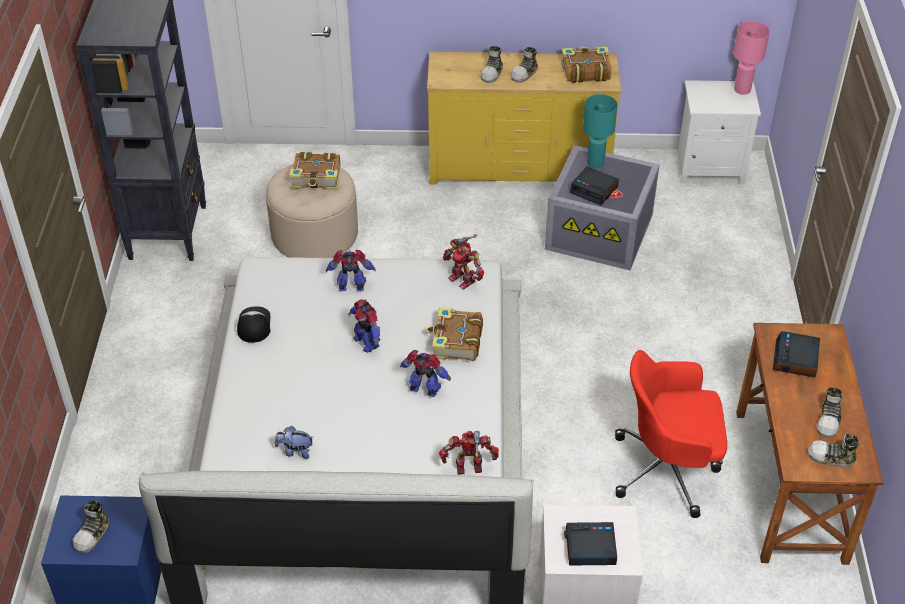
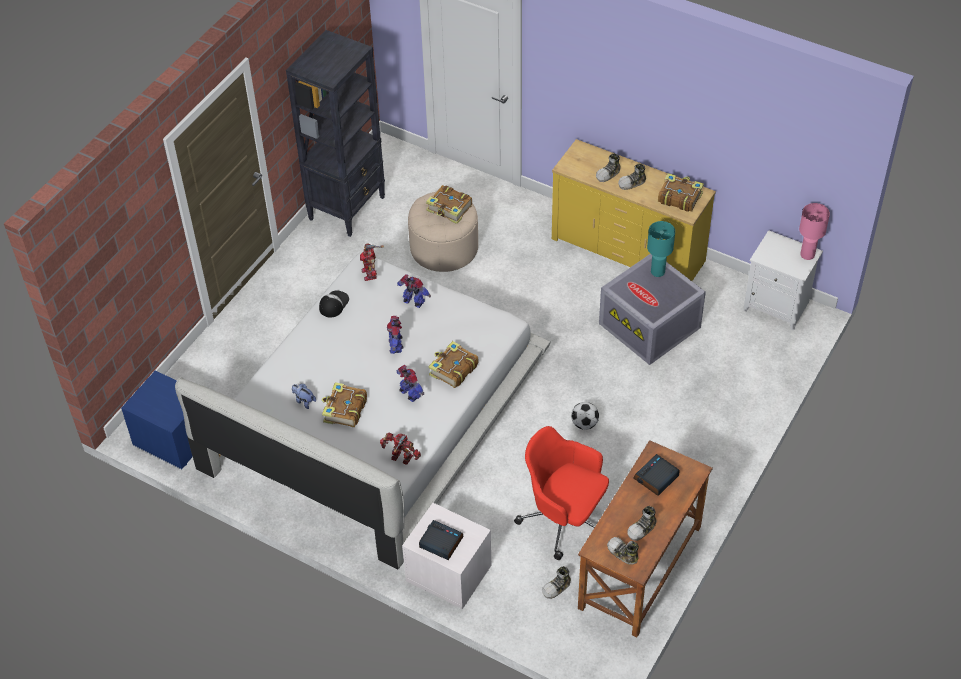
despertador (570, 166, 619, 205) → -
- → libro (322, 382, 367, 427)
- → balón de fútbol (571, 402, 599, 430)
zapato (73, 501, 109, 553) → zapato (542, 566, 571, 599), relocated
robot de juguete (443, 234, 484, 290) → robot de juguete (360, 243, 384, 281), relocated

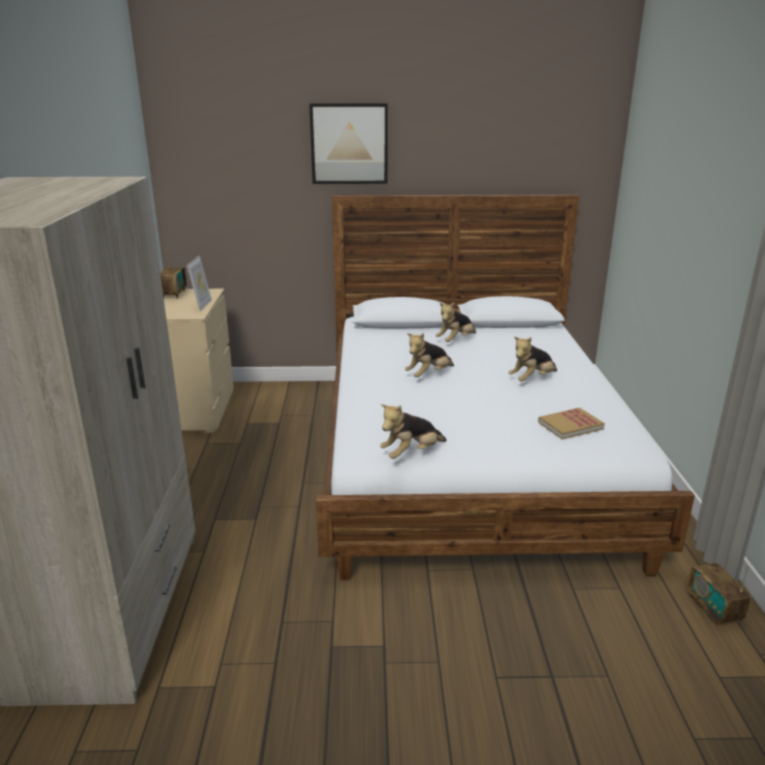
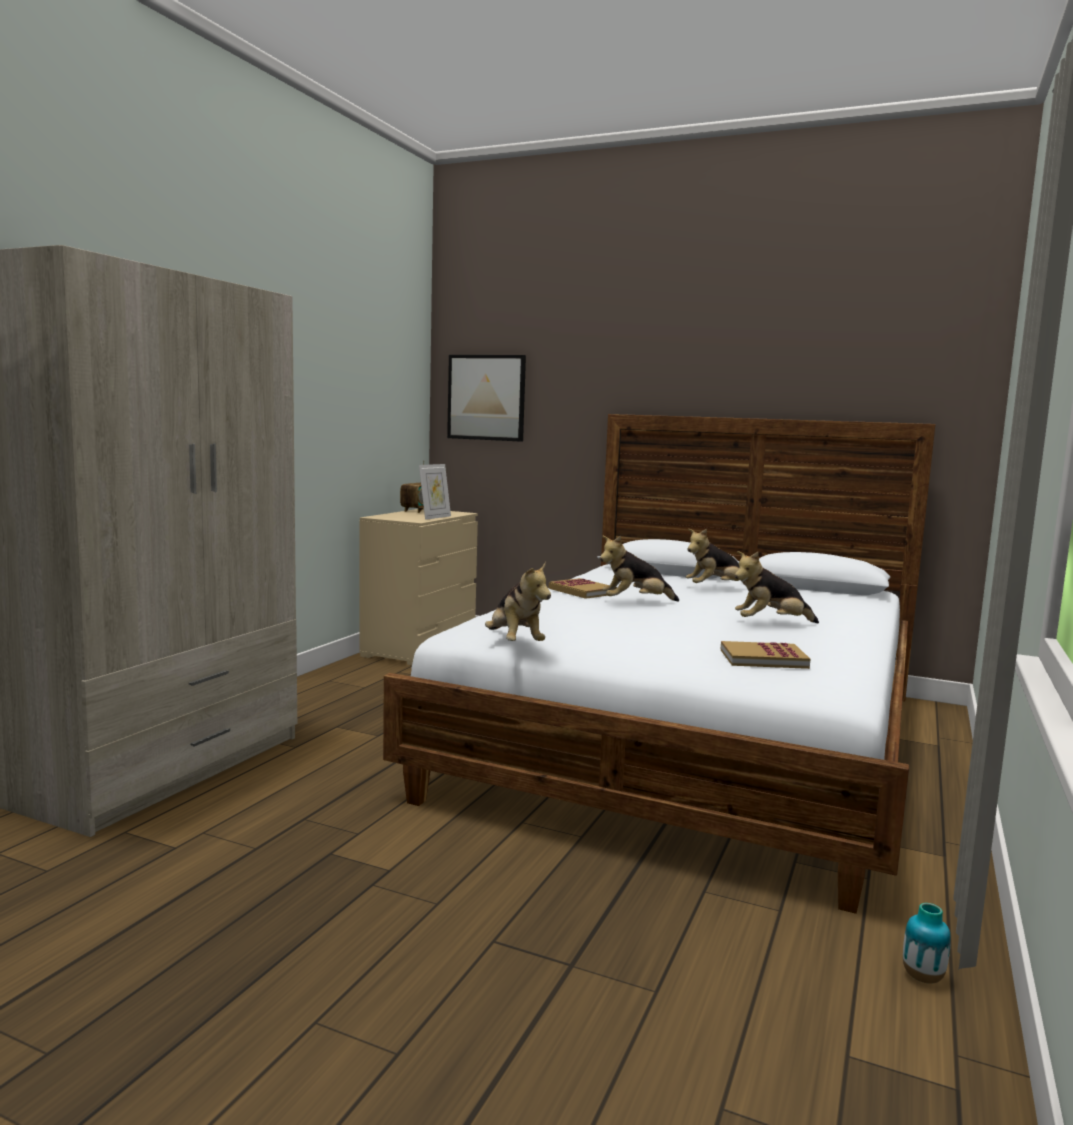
- → libro (549, 578, 617, 599)
cuadro (309, 103, 388, 184) → cuadro (447, 355, 526, 442), relocated
radio (687, 563, 751, 626) → florero (903, 903, 951, 984)
peluche (380, 404, 446, 459) → peluche (485, 562, 551, 641), 105 degrees counterclockwise

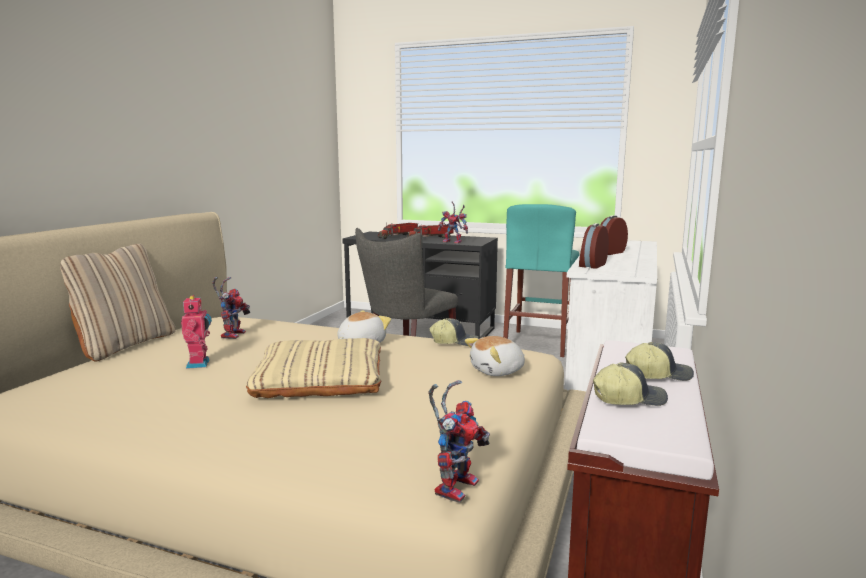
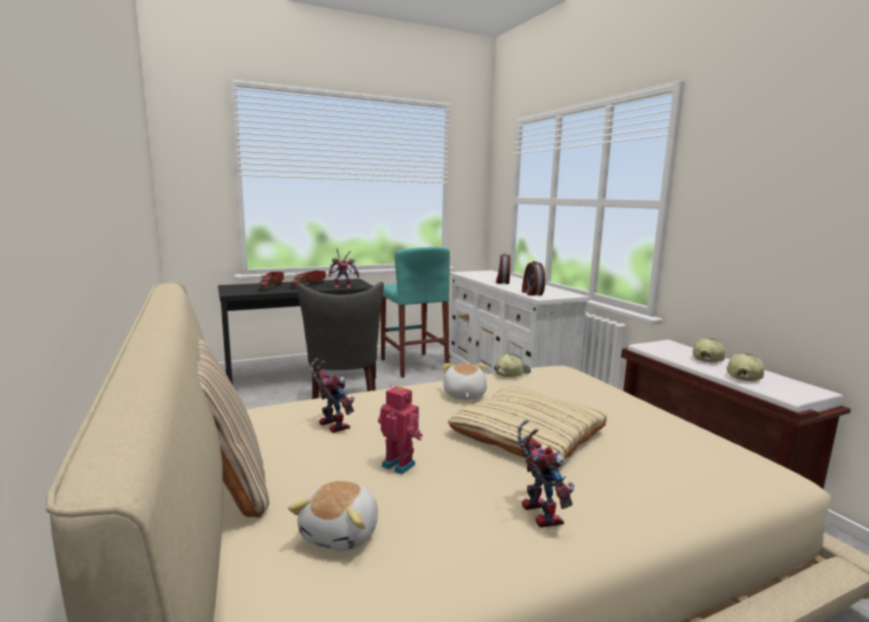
robot de juguete (428, 380, 490, 503) → robot de juguete (518, 420, 575, 528), relocated
peluche (465, 336, 525, 376) → peluche (288, 481, 378, 551), relocated

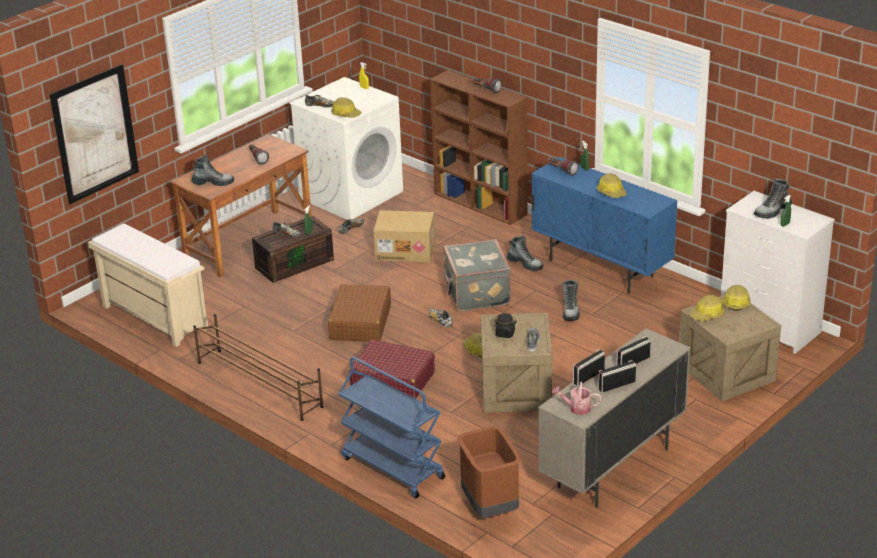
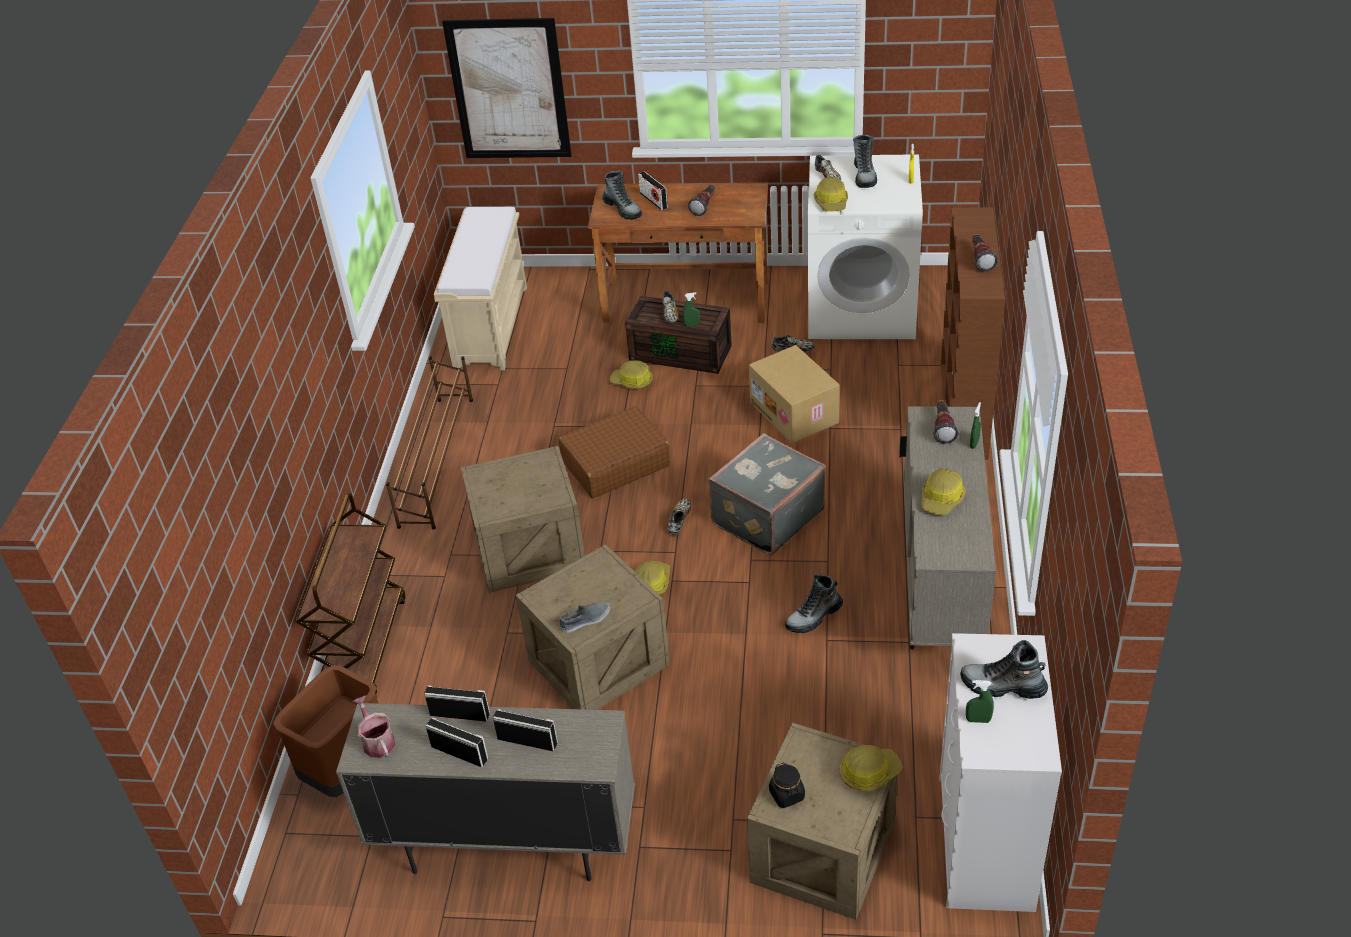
- → radio (638, 171, 668, 210)
tarro (negro) (494, 313, 517, 338) → tarro (negro) (769, 762, 805, 808), relocated
bota (507, 235, 544, 271) → bota (853, 135, 877, 188), relocated
casco (690, 294, 724, 321) → casco (610, 360, 653, 389), relocated
maleta (rojo) (349, 340, 435, 399) → caja de embalaje (461, 446, 585, 593)
carrito (azul) (338, 357, 445, 498) → carrito (marrón) (296, 493, 405, 696)
armario (azul) (531, 157, 677, 294) → armario (beis) (899, 406, 996, 650)

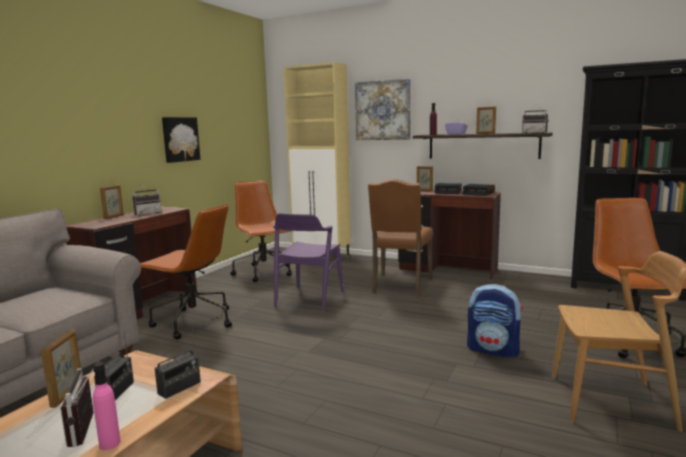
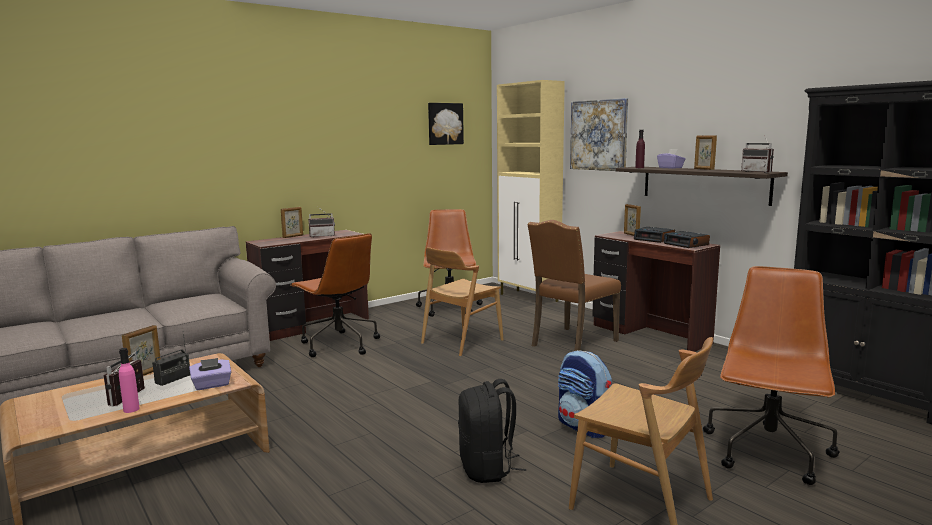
- → mochila (negro) (458, 379, 526, 483)
cuadro (162, 117, 200, 163) → cuadro (428, 103, 464, 145), relocated
radio (155, 328, 201, 399) → caja de pañuelos (morado) (189, 358, 231, 390)
silla (morado) (273, 213, 344, 312) → silla (marrón) (421, 247, 504, 356)

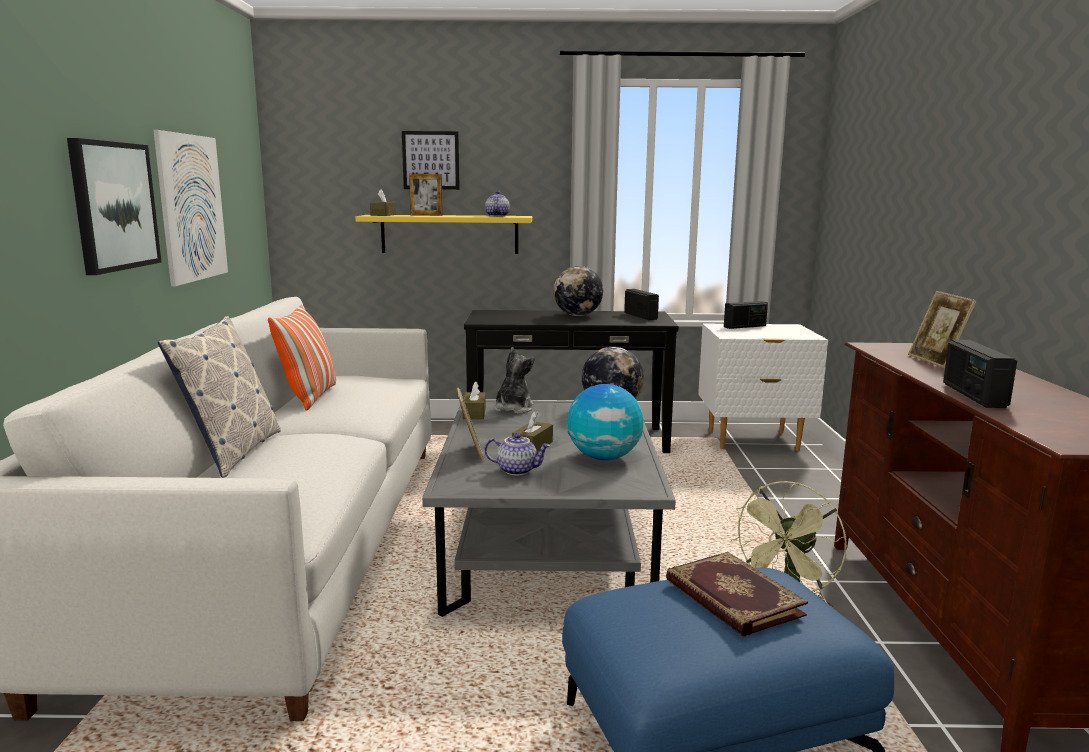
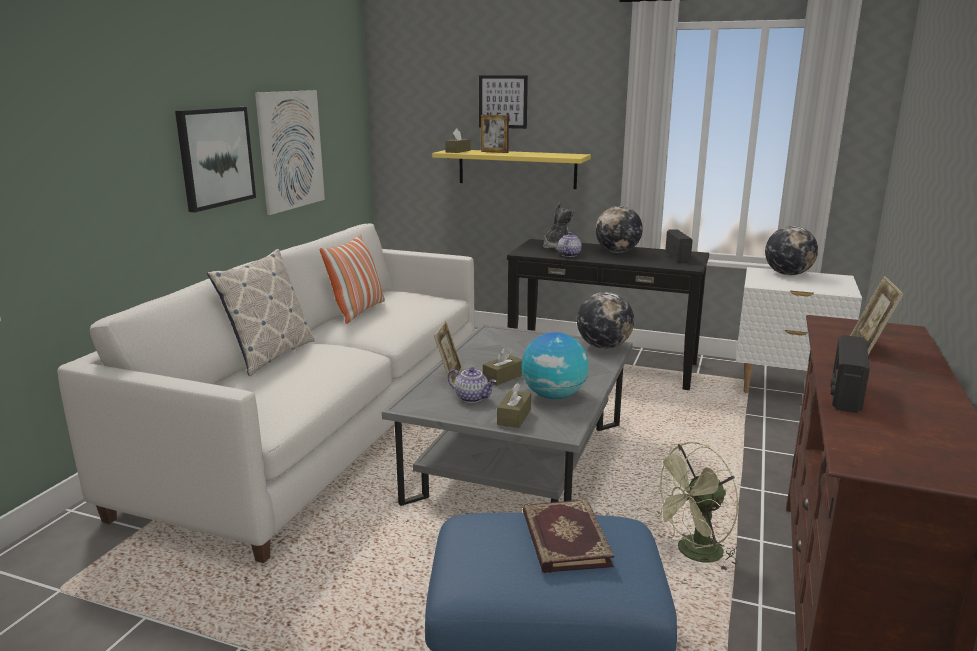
caja de pañuelos (marrón) (463, 381, 486, 419) → caja de pañuelos (marrón) (497, 383, 531, 428), relocated
tetera (485, 191, 510, 216) → tetera (558, 232, 582, 257), relocated
peluche (494, 347, 535, 414) → peluche (543, 202, 574, 250), relocated
radio (724, 301, 768, 329) → globo terráqueo (765, 226, 818, 275)

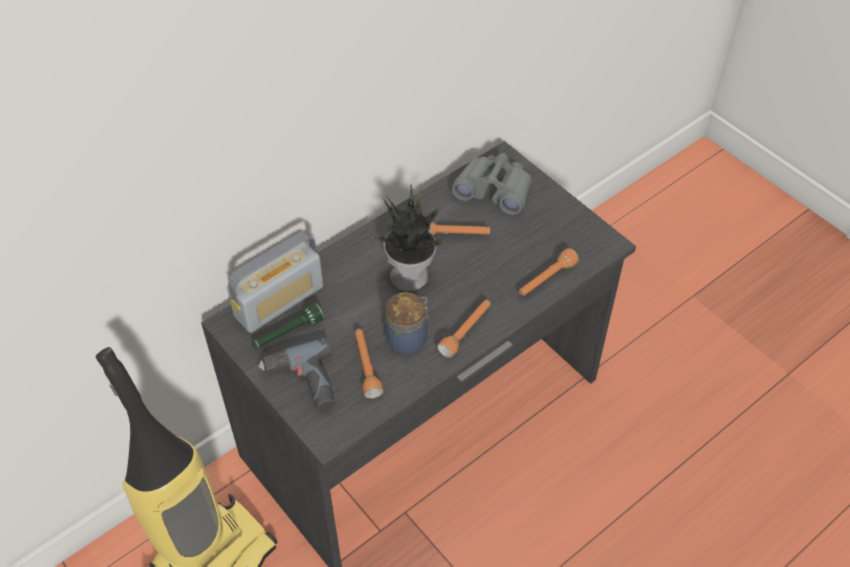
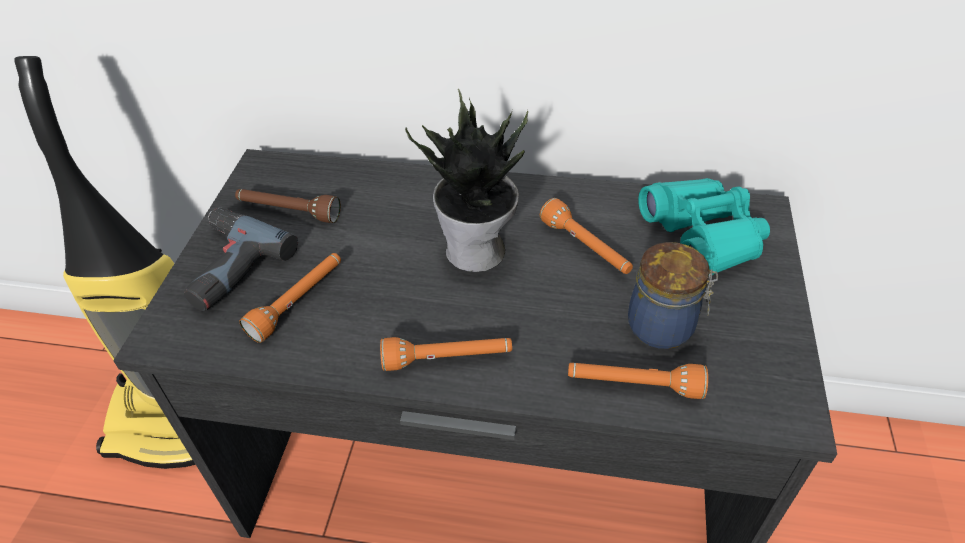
radio (227, 232, 323, 333) → -
tarro (385, 292, 429, 355) → tarro (628, 242, 718, 349), relocated
linterna (verde) (252, 303, 324, 349) → linterna (marrón) (235, 189, 341, 223)
prismáticos (gris) (452, 153, 532, 215) → prismáticos (turquesa) (638, 178, 770, 275)

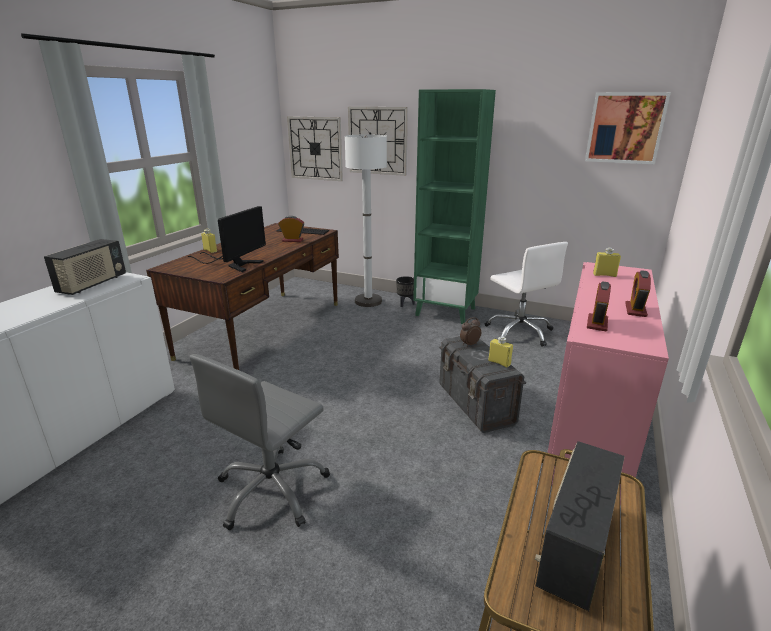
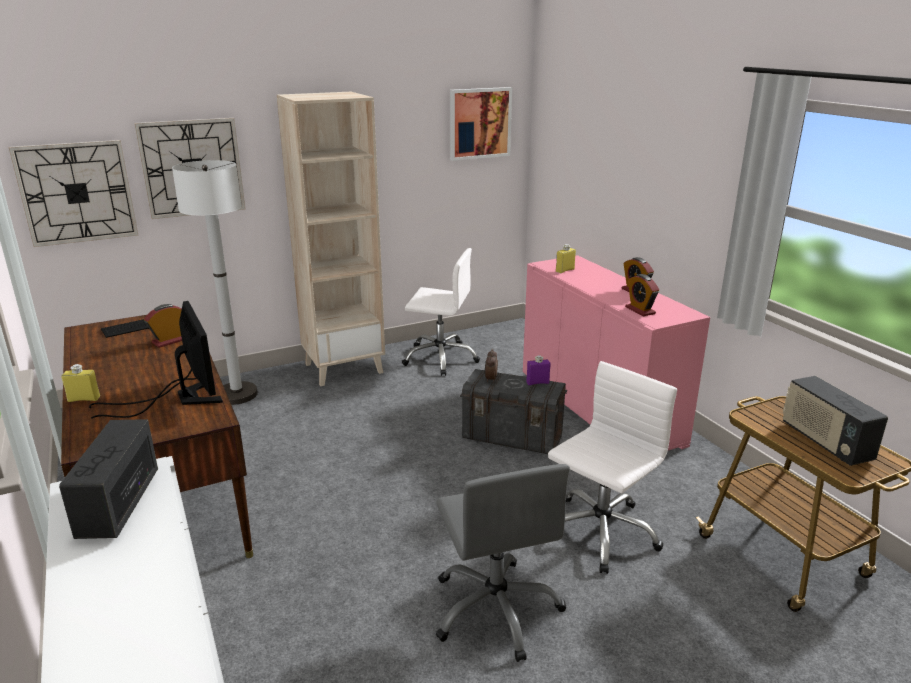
maceta (negro) (396, 276, 415, 307) → -
- → silla de oficina (blanco) (548, 361, 677, 574)
estantería (verde) (413, 89, 496, 324) → estantería (beis) (277, 92, 385, 386)
botella (amarillo) (488, 336, 513, 368) → botella (morado) (526, 355, 551, 385)
radio (44, 239, 126, 295) → radio (59, 419, 158, 539), 150 degrees counterclockwise

